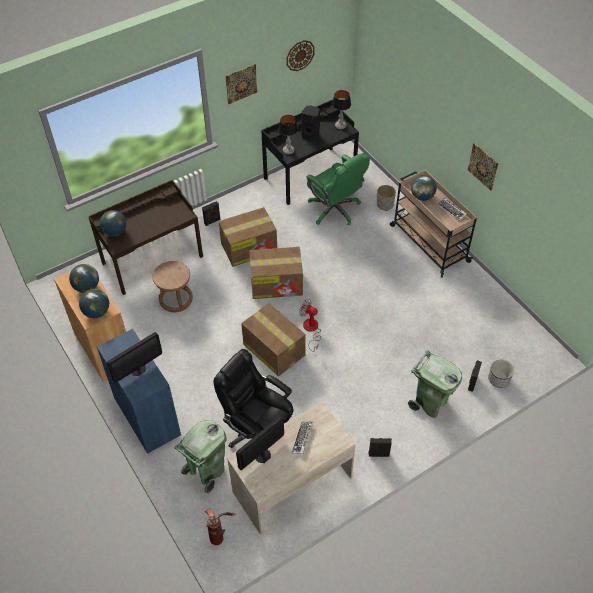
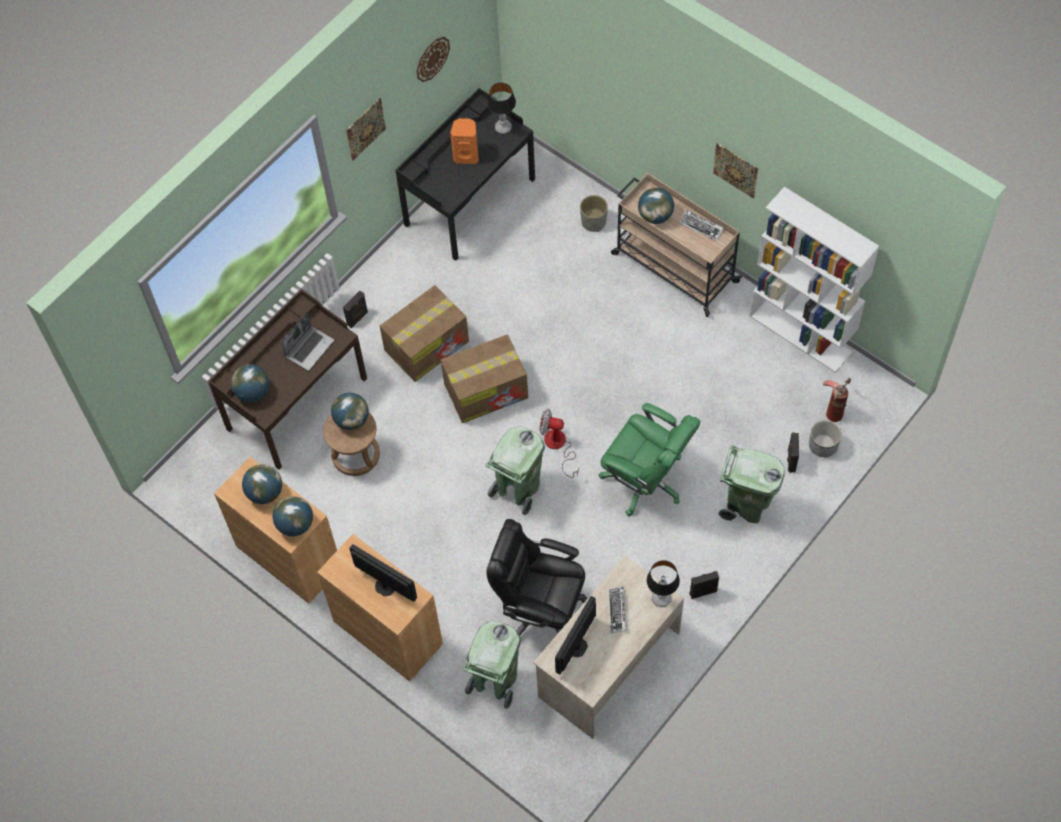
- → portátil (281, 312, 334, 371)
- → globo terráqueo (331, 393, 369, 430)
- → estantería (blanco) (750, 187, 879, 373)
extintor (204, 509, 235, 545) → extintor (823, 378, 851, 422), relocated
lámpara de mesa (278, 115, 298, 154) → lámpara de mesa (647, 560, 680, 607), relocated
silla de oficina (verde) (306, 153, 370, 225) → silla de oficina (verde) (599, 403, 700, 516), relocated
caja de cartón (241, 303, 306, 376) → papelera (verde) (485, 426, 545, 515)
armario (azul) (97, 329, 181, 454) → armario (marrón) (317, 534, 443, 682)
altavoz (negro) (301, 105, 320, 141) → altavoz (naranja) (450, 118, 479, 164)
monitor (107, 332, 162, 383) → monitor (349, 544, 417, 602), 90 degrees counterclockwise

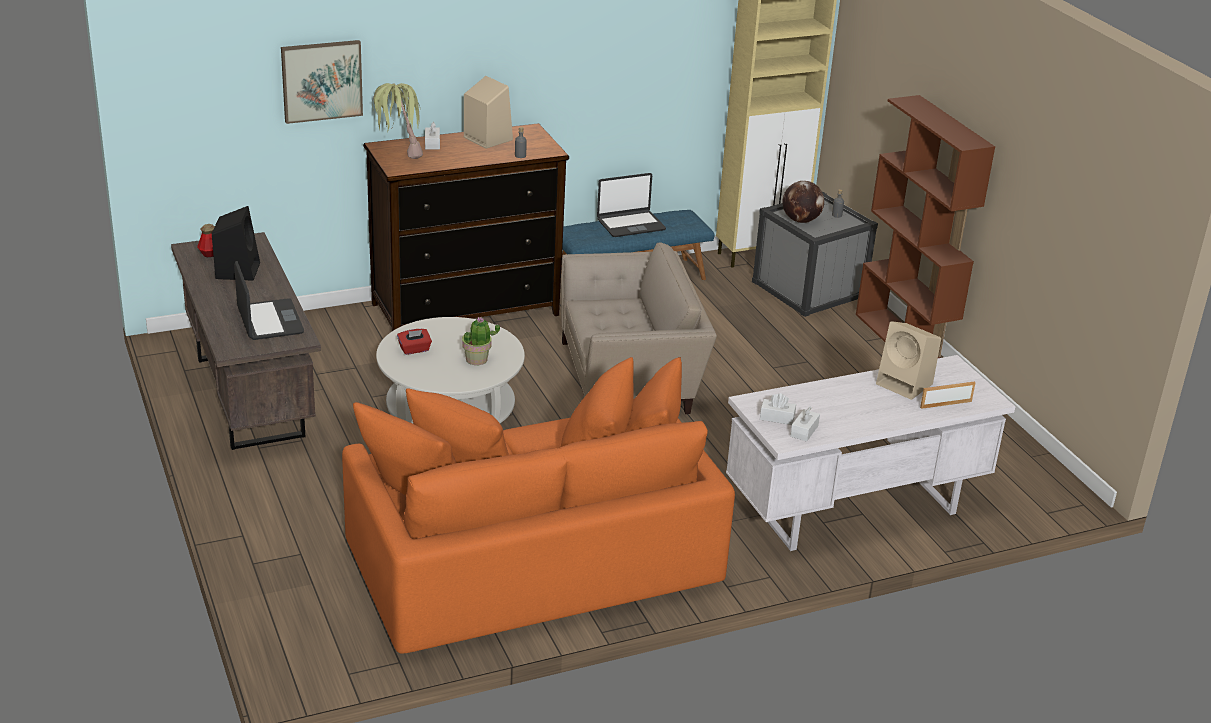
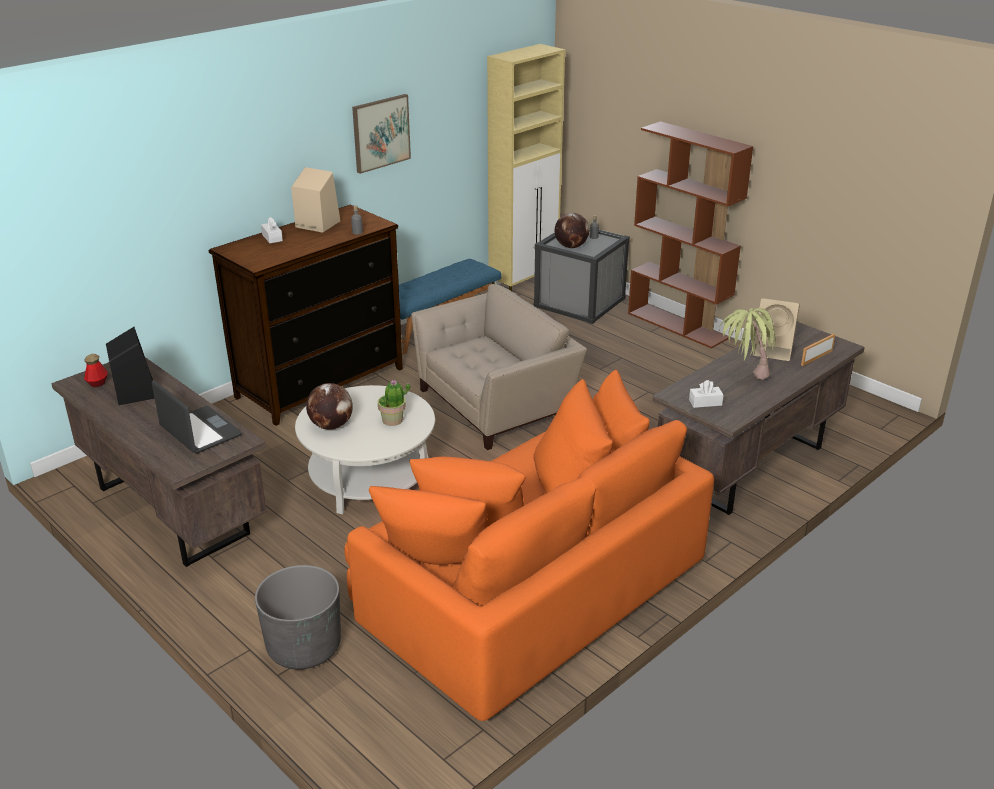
portátil (597, 173, 666, 237) → -
caja de pañuelos (blanco) (790, 407, 820, 442) → -
- → maceta (gris) (255, 565, 341, 669)
cuadro (281, 40, 363, 124) → cuadro (352, 94, 411, 174), relocated
planta en maceta (372, 83, 423, 159) → planta en maceta (719, 308, 776, 380), relocated
caja de pañuelos (rojo) (397, 329, 432, 355) → globo terráqueo (306, 383, 353, 430)
escritorio (blanco) (726, 355, 1015, 551) → escritorio (marrón) (653, 322, 865, 515)

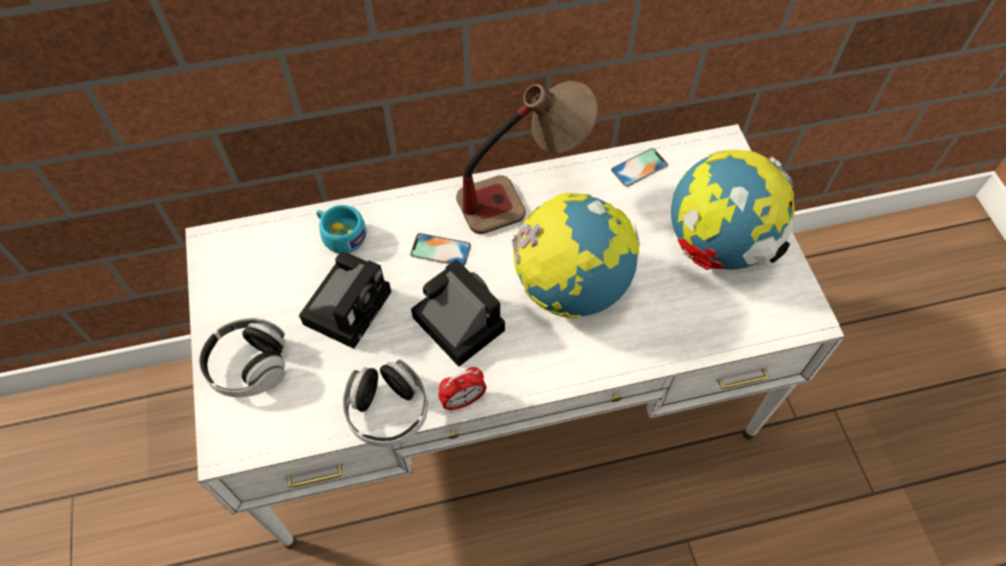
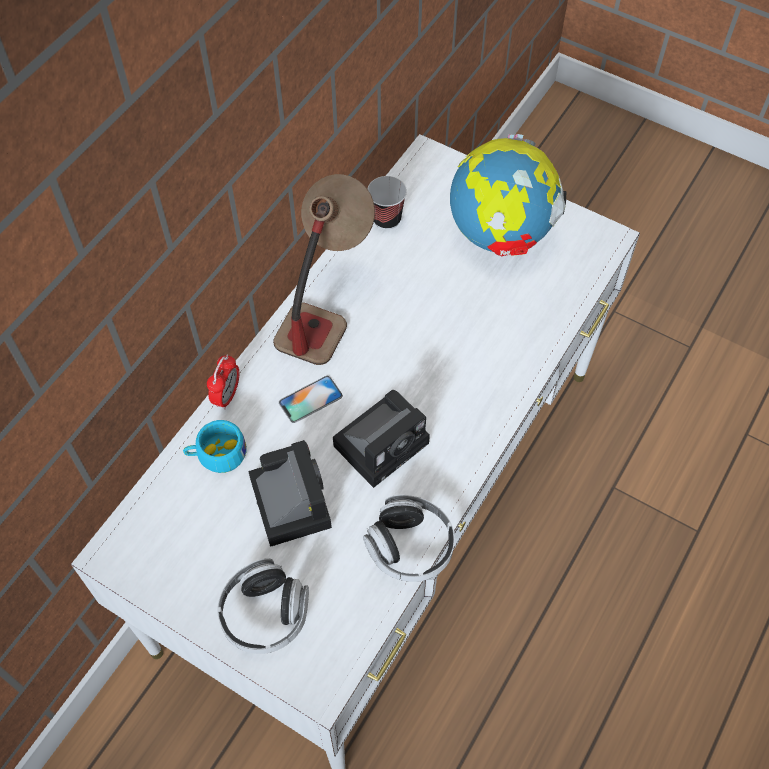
globo terráqueo (512, 193, 640, 318) → -
despertador (438, 367, 487, 411) → despertador (207, 354, 239, 409), relocated
móvil (611, 148, 668, 187) → taza (367, 176, 407, 230)
cámara (411, 259, 505, 367) → cámara (333, 390, 430, 488), 135 degrees clockwise

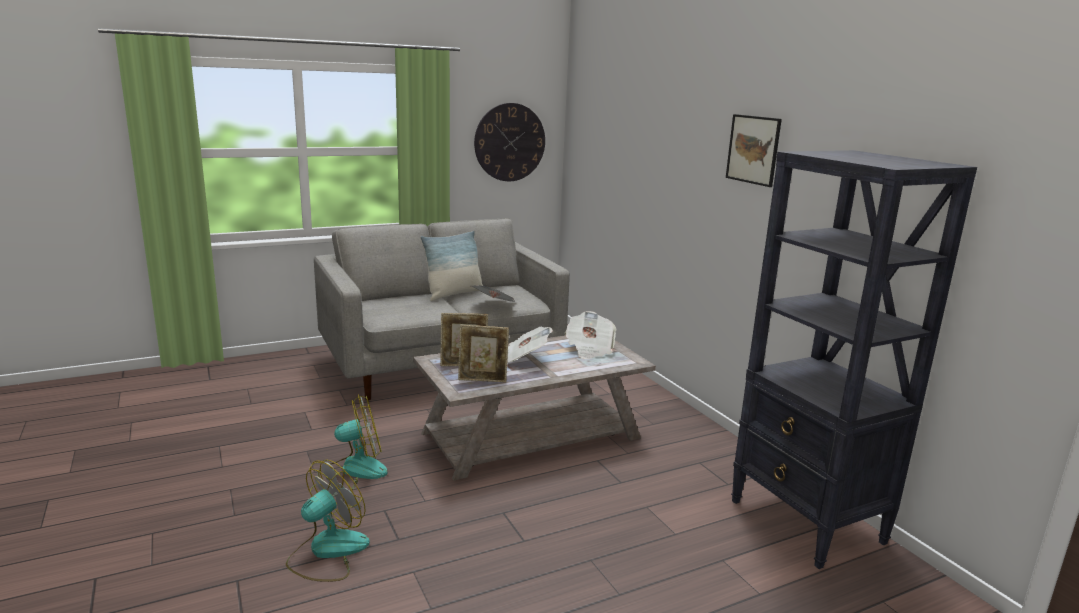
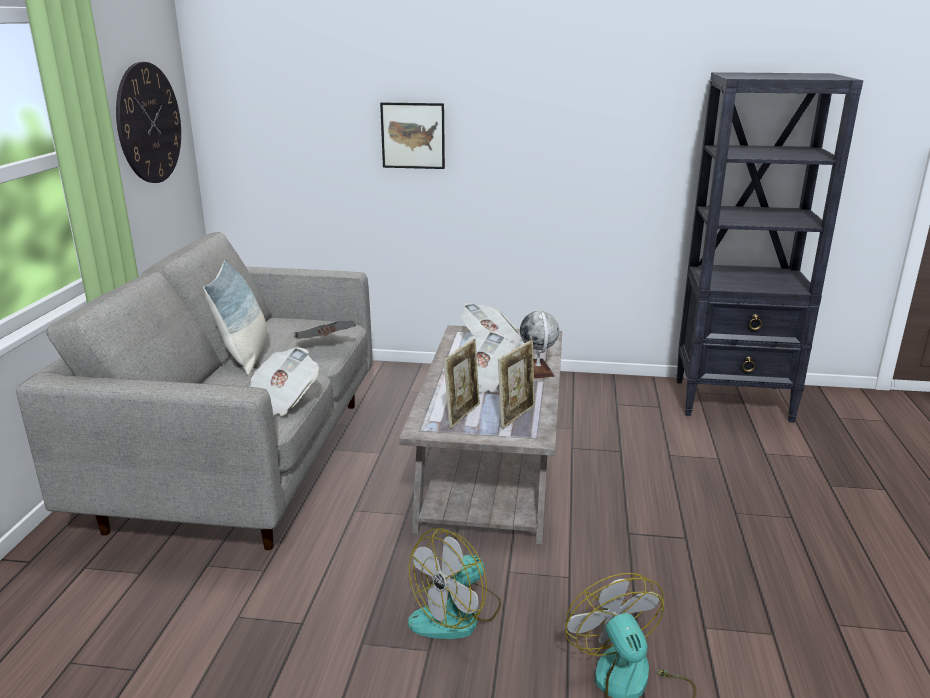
- → periódico (249, 347, 319, 416)
- → globo terráqueo (520, 311, 559, 378)
cuadro (726, 114, 782, 187) → cuadro (380, 102, 445, 169), relocated
ventilador (318, 394, 387, 491) → ventilador (408, 528, 501, 639), 150 degrees counterclockwise

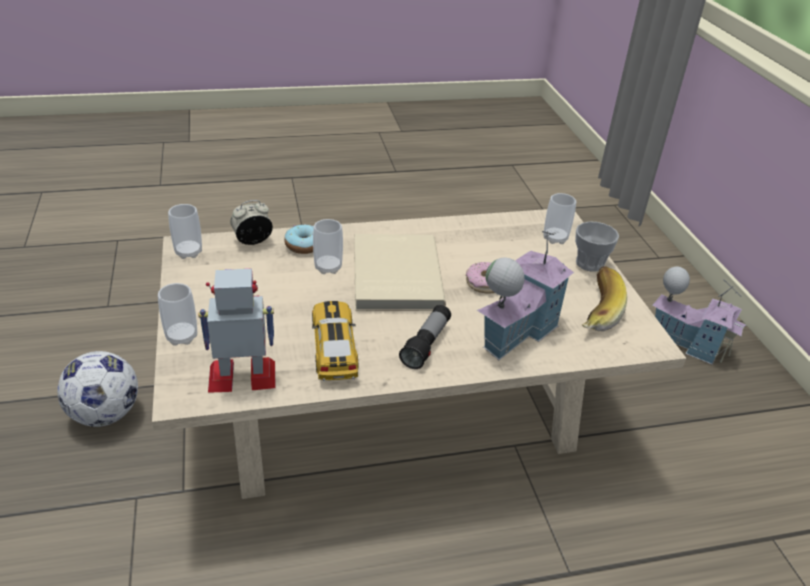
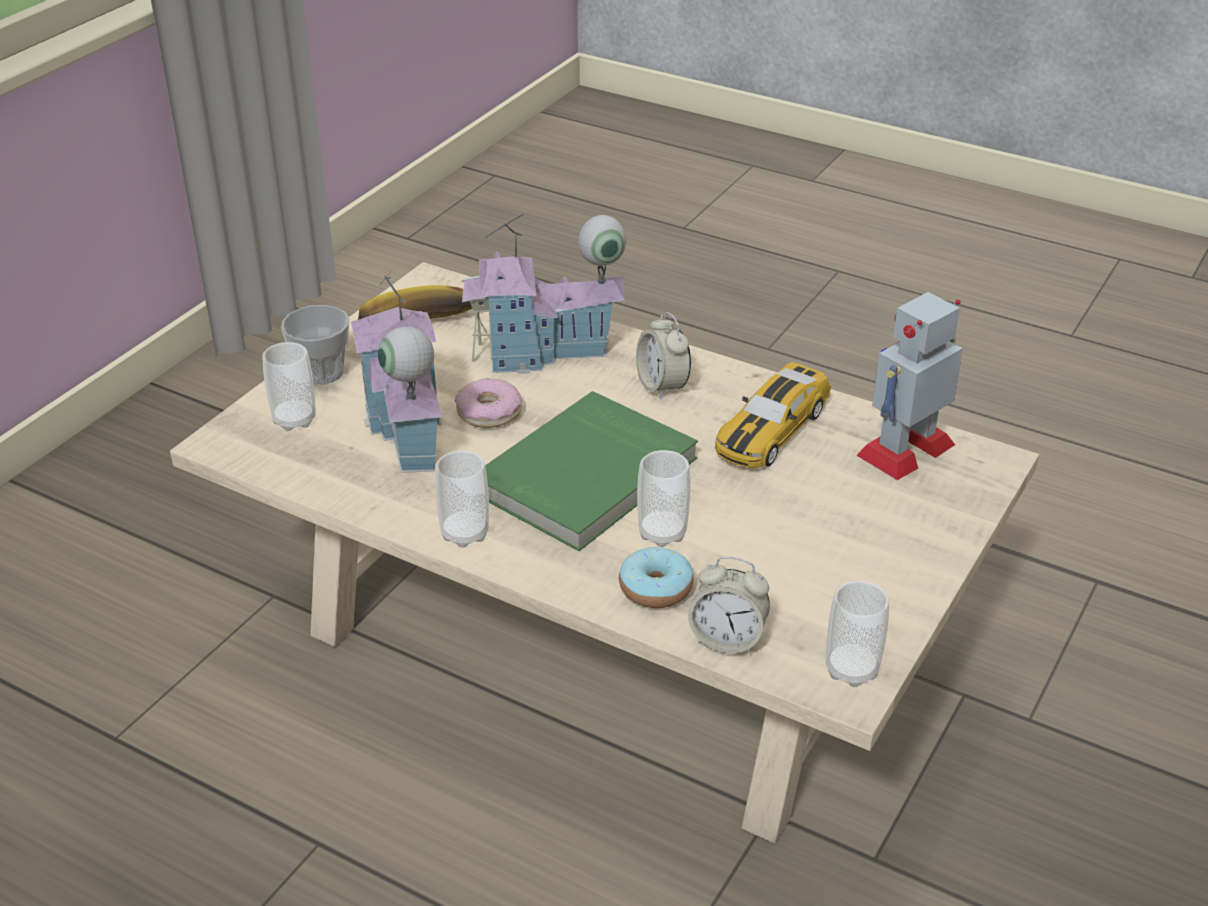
balón de fútbol (57, 351, 138, 427) → -
taza (158, 283, 197, 346) → taza (435, 450, 489, 547), relocated
casita (652, 266, 746, 364) → casita (351, 272, 443, 473), relocated
linterna (399, 305, 451, 369) → despertador (636, 312, 691, 400)
libro (beis) (354, 234, 446, 311) → libro (verde) (485, 391, 698, 551)
robot de juguete (198, 269, 276, 393) → robot de juguete (856, 292, 963, 480), 105 degrees clockwise

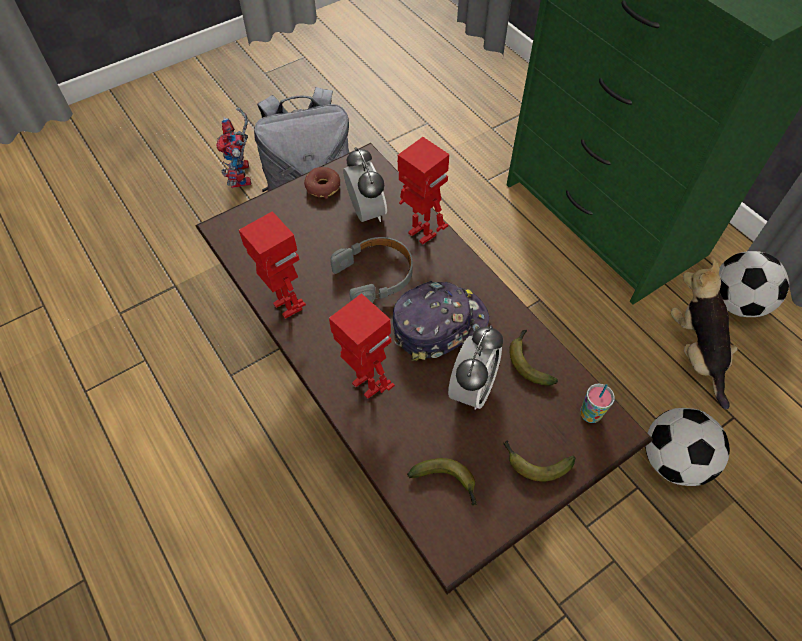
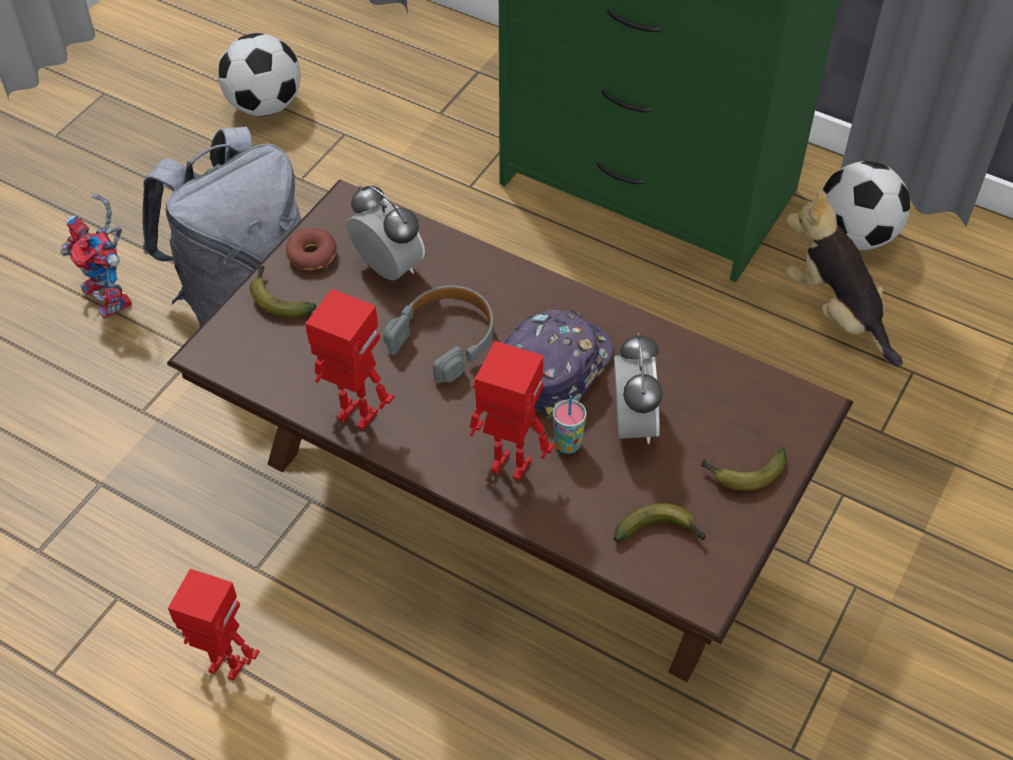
robot de juguete (397, 137, 450, 244) → robot de juguete (168, 569, 260, 681), relocated
plátano (509, 330, 558, 386) → plátano (250, 266, 316, 318), relocated
taza (580, 384, 615, 423) → taza (553, 395, 586, 454), relocated
balón de fútbol (645, 408, 730, 486) → balón de fútbol (218, 33, 300, 116), relocated

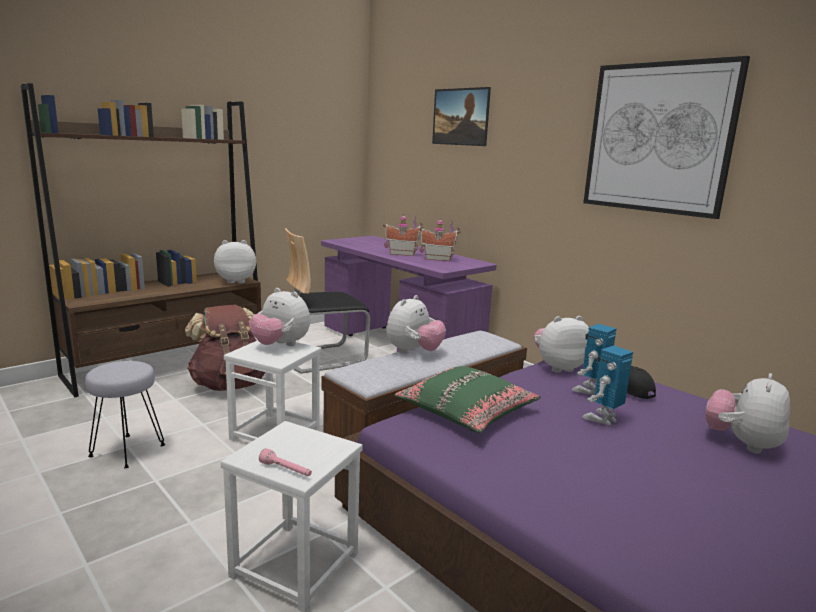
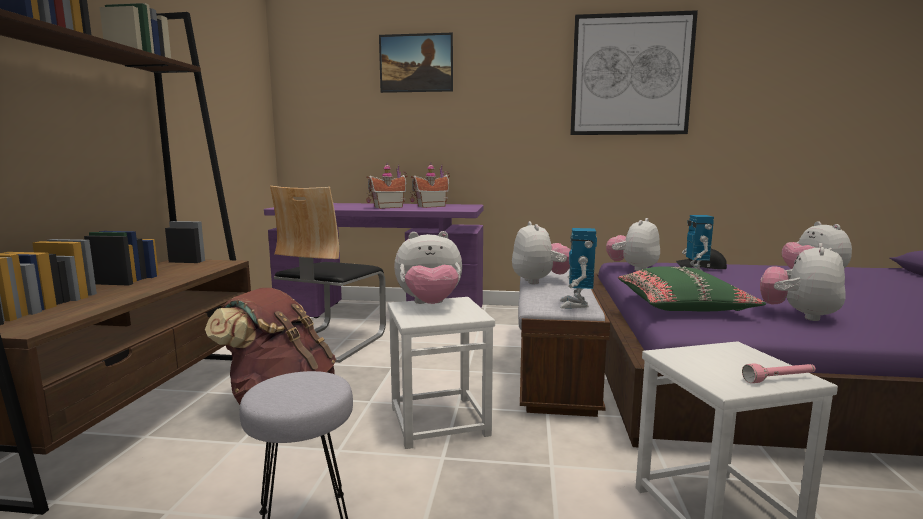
peluche (214, 240, 256, 284) → peluche (760, 243, 846, 321), relocated
robot de juguete (582, 345, 633, 425) → robot de juguete (560, 228, 597, 309), relocated

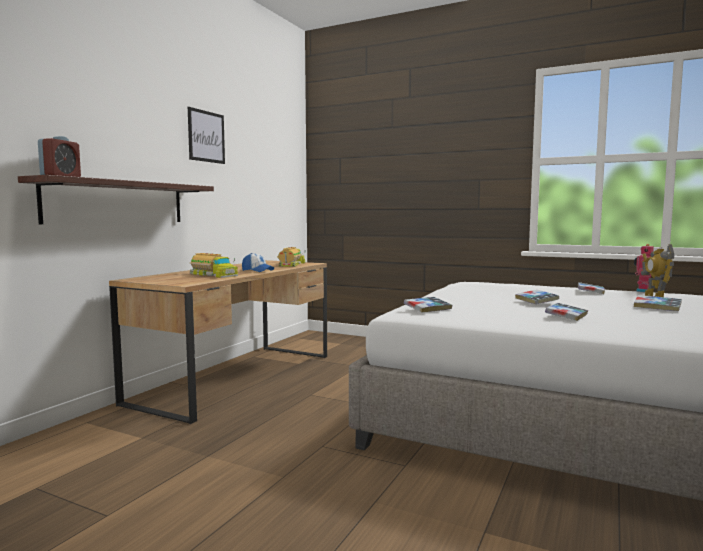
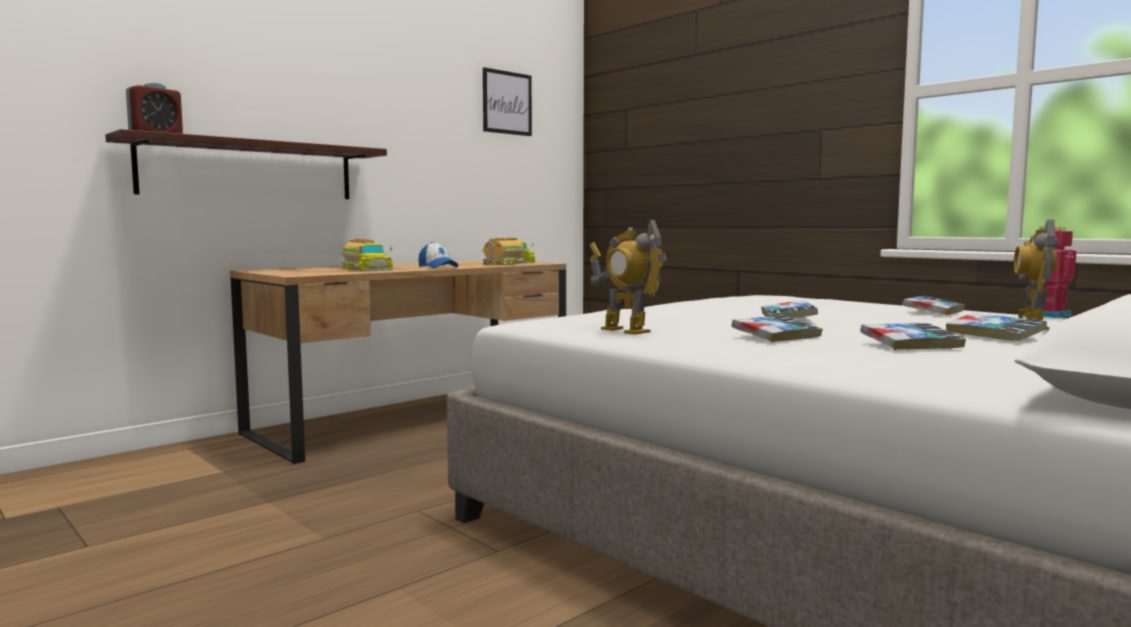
- → robot de juguete (590, 220, 667, 335)
cuadro (188, 107, 225, 164) → cuadro (483, 67, 532, 136), relocated
libro (404, 297, 452, 313) → libro (860, 323, 966, 350), relocated

